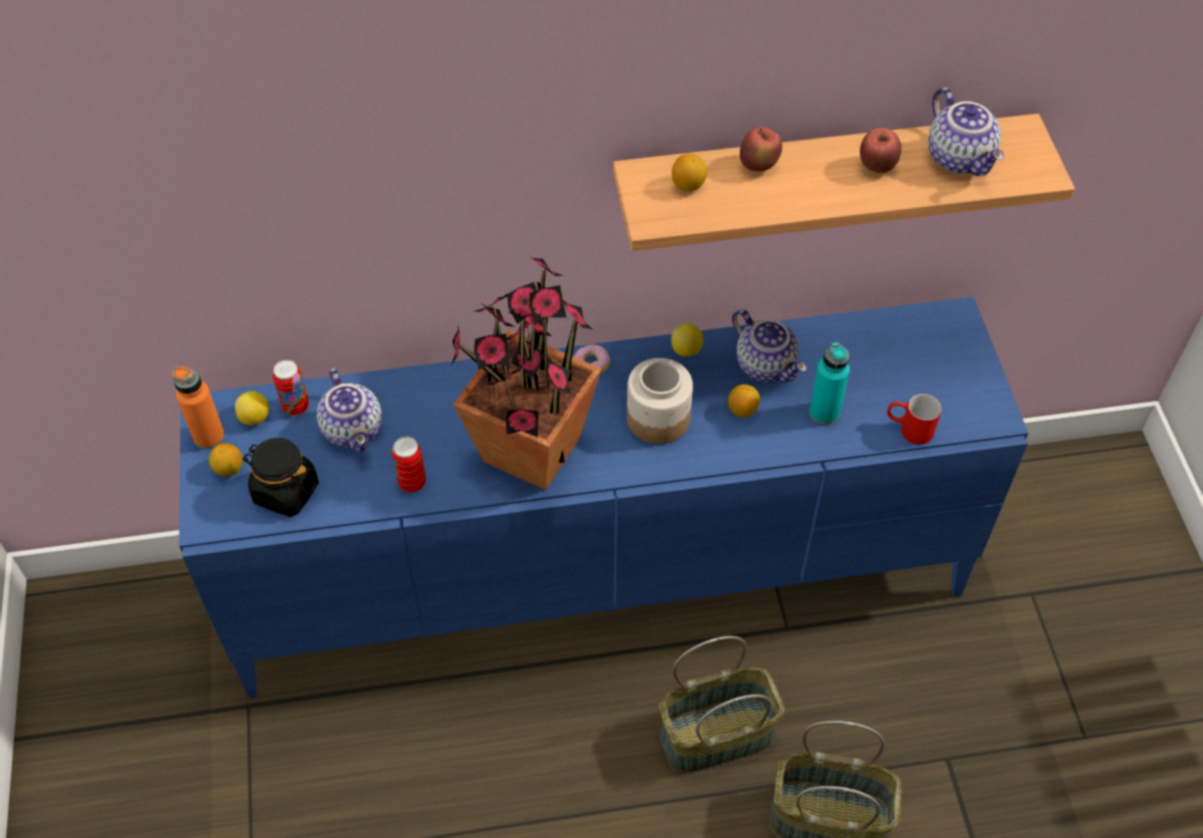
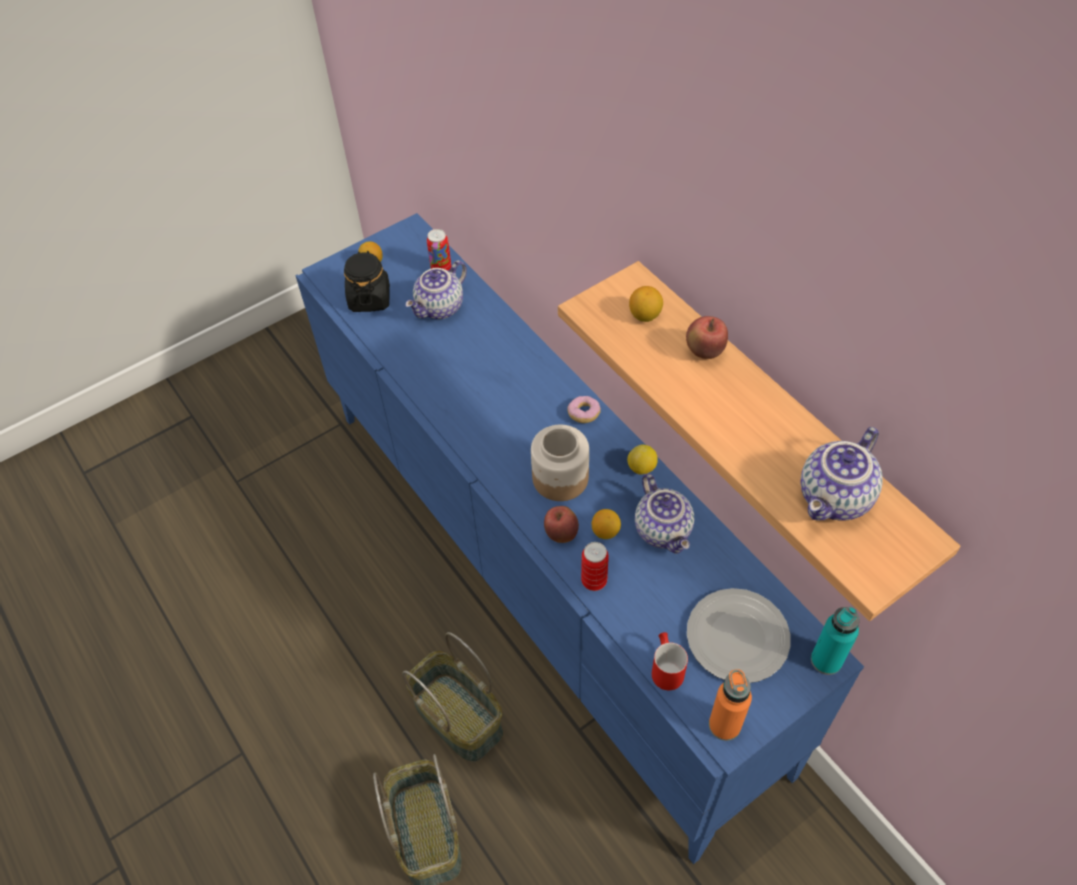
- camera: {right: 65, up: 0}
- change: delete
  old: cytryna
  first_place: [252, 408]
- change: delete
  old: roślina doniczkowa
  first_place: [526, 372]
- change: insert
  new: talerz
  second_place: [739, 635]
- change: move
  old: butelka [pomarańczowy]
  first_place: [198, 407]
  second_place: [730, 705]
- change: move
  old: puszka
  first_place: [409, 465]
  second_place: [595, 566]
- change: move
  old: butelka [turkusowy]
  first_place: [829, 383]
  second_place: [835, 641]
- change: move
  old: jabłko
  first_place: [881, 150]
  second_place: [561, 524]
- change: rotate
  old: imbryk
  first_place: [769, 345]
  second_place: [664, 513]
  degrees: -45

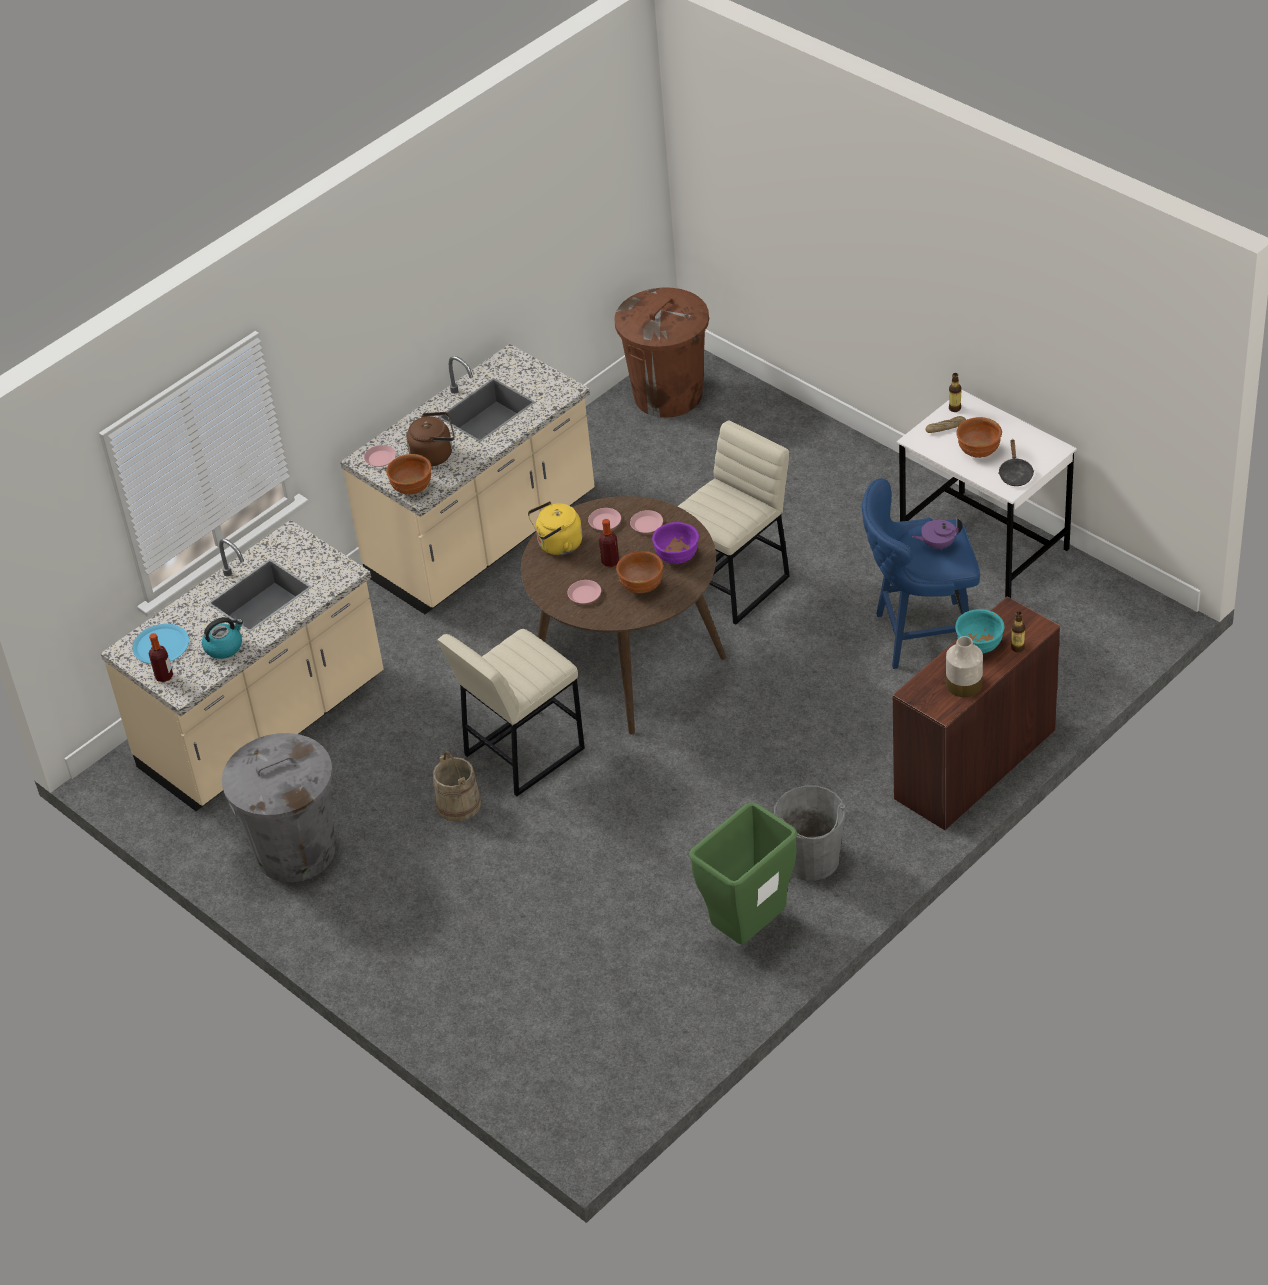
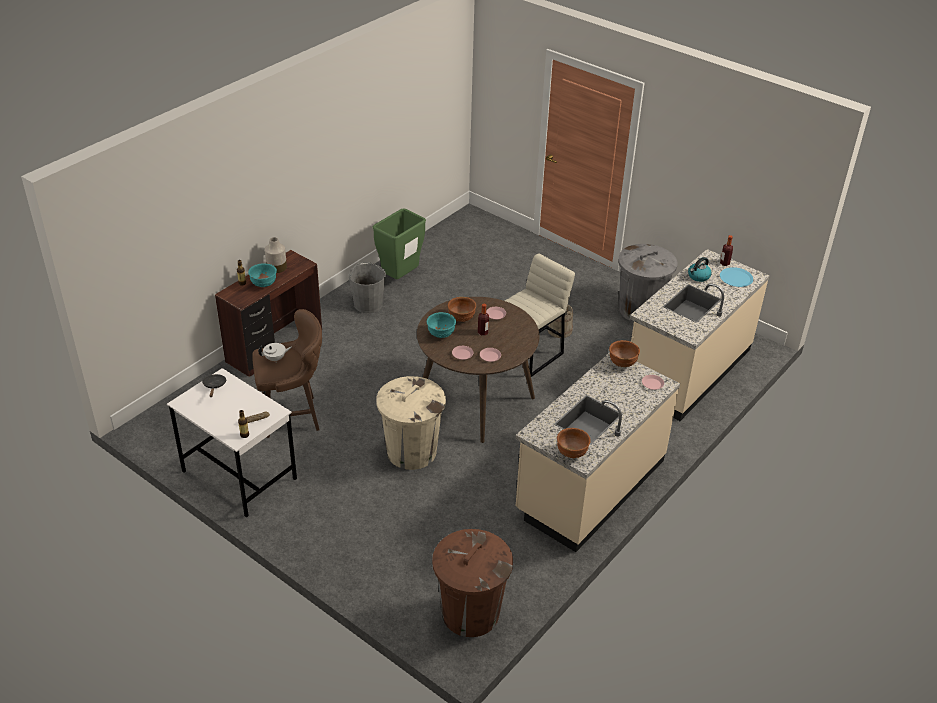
- camera: {right: 170, up: -5}
- change: delete
  old: czajnik [brązowy]
  first_place: [430, 439]
- change: delete
  old: czajnik [żółty]
  first_place: [554, 528]
- change: move
  old: miska [brązowy]
  first_place: [979, 437]
  second_place: [574, 443]
- change: replace
  old: krzesło [beżowy]
  new: kosz na śmieci [beżowy]
  first_place: [733, 522]
  second_place: [411, 423]
- change: recolor
  old: miska [fioletowy]
  new: miska [turkusowy]
  first_place: [675, 543]
  second_place: [441, 325]
- change: recolor
  old: stołek [niebieski]
  new: stołek [brązowy]
  first_place: [921, 573]
  second_place: [287, 373]
- change: recolor
  old: imbryk [fioletowy]
  new: imbryk [biały]
  first_place: [937, 534]
  second_place: [274, 352]

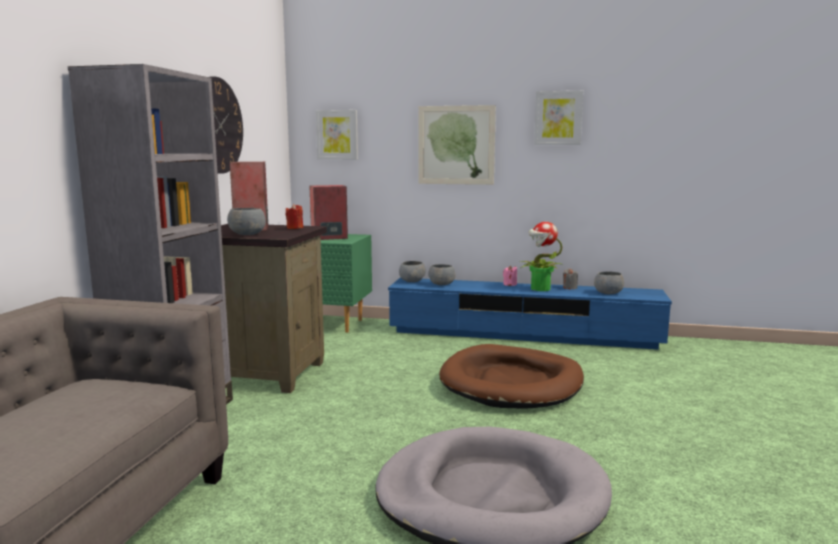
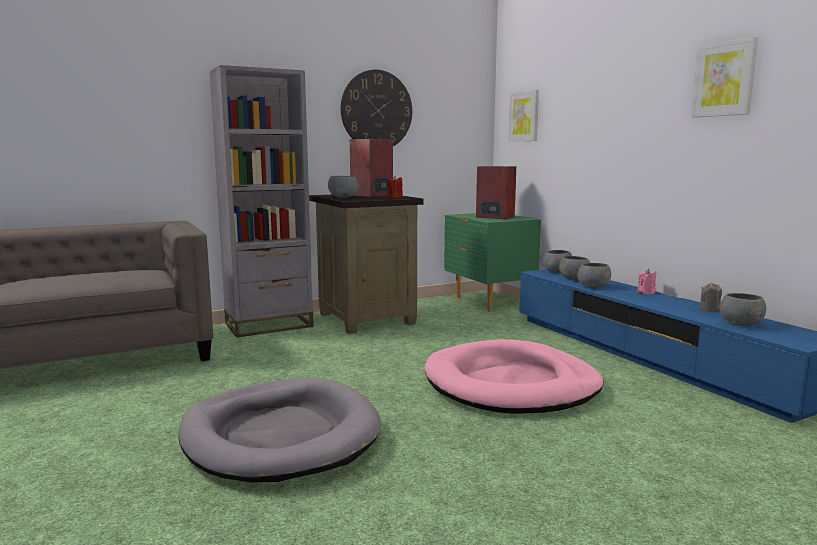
- camera: {right: 50, up: 0}
- change: delete
  old: obraz
  first_place: [457, 145]
- change: delete
  old: roślina doniczkowa
  first_place: [541, 256]
- change: insert
  new: miska [szary]
  second_place: [594, 275]
- change: recolor
  old: legowisko [brązowy]
  new: legowisko [różowy]
  first_place: [511, 376]
  second_place: [514, 376]

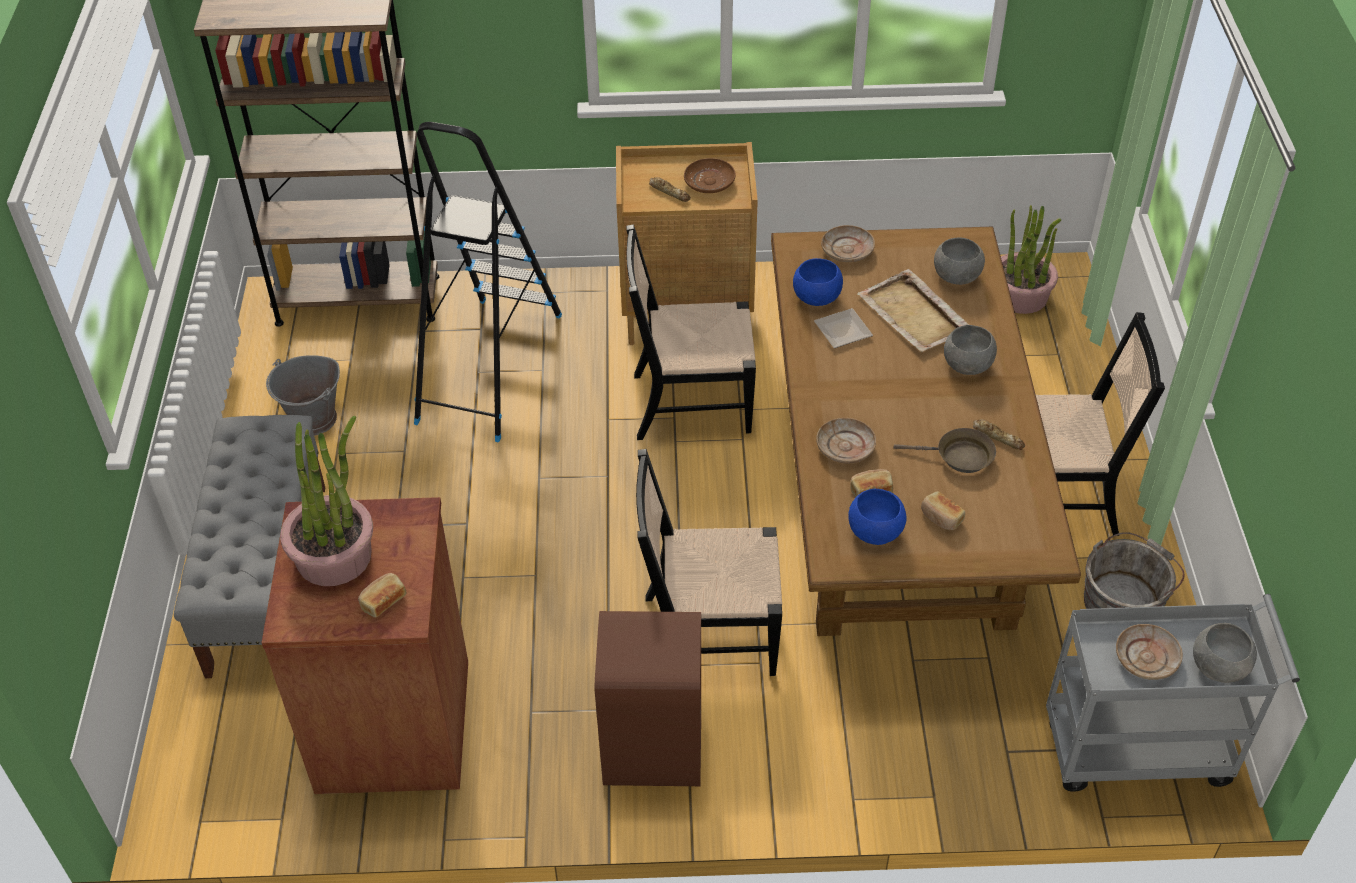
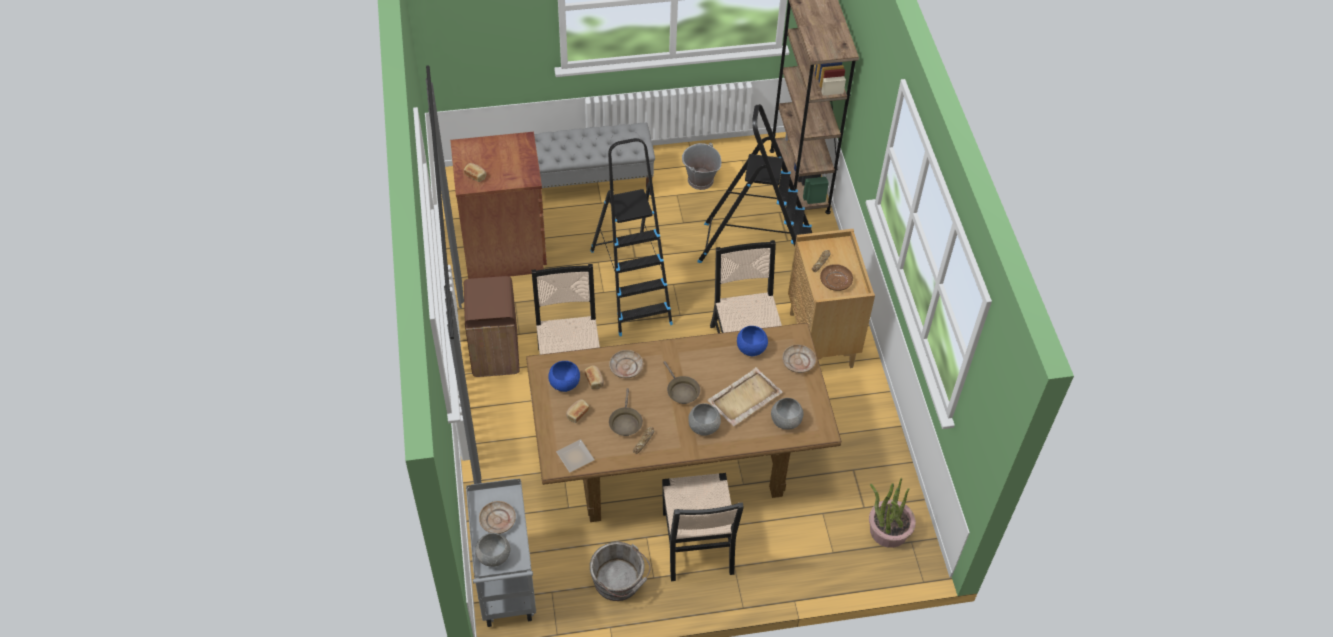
- camera: {right: 80, up: 5}
- change: delete
  old: roślina doniczkowa
  first_place: [326, 501]
- change: insert
  new: drabinka [czarny]
  second_place: [631, 237]
- change: insert
  new: patelnia [brązowy]
  second_place: [681, 382]
- change: move
  old: talerz
  first_place: [843, 328]
  second_place: [575, 455]

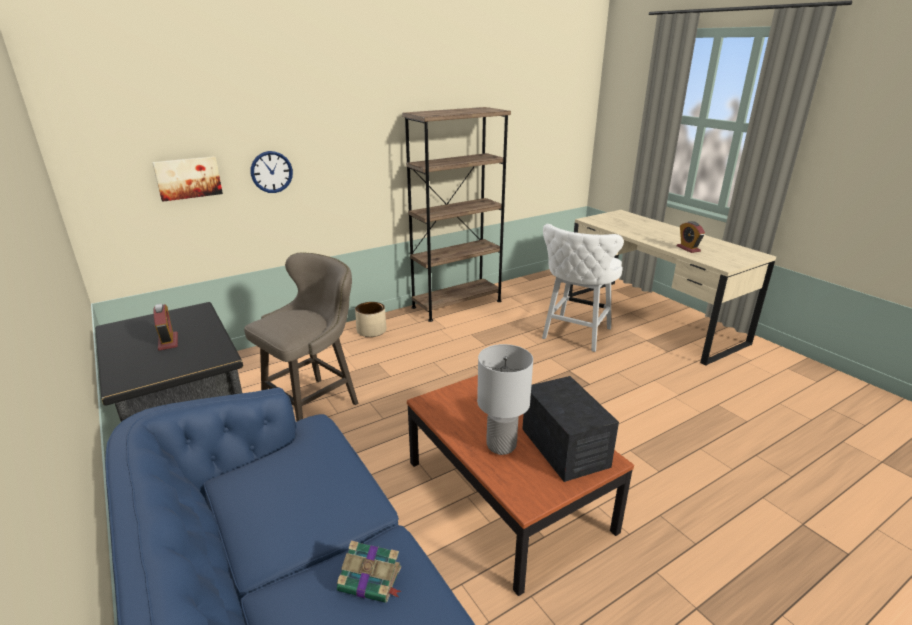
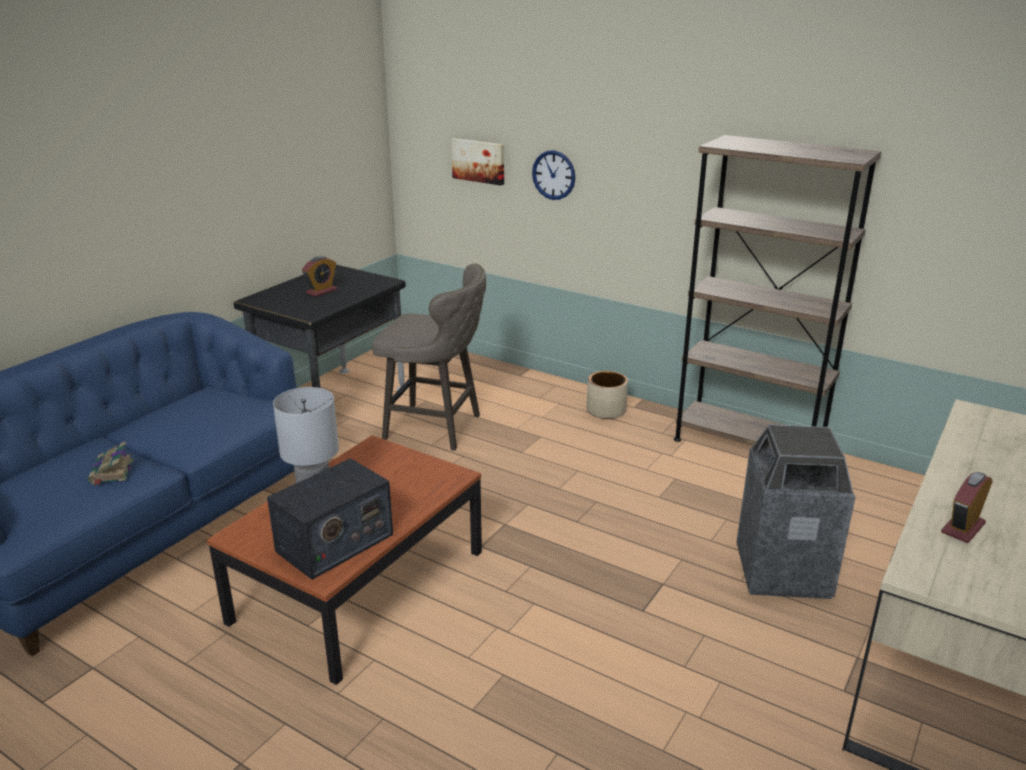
- camera: {right: 65, up: 0}
- change: replace
  old: stołek [biały]
  new: kosz na śmieci
  first_place: [583, 288]
  second_place: [796, 512]

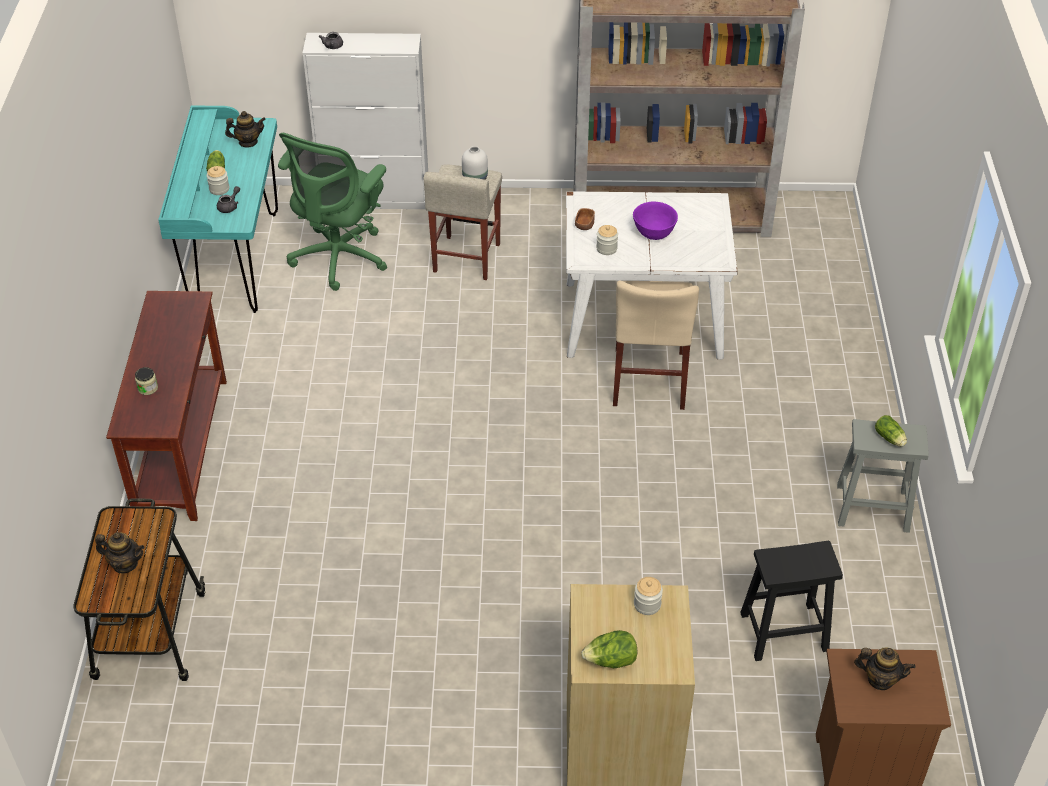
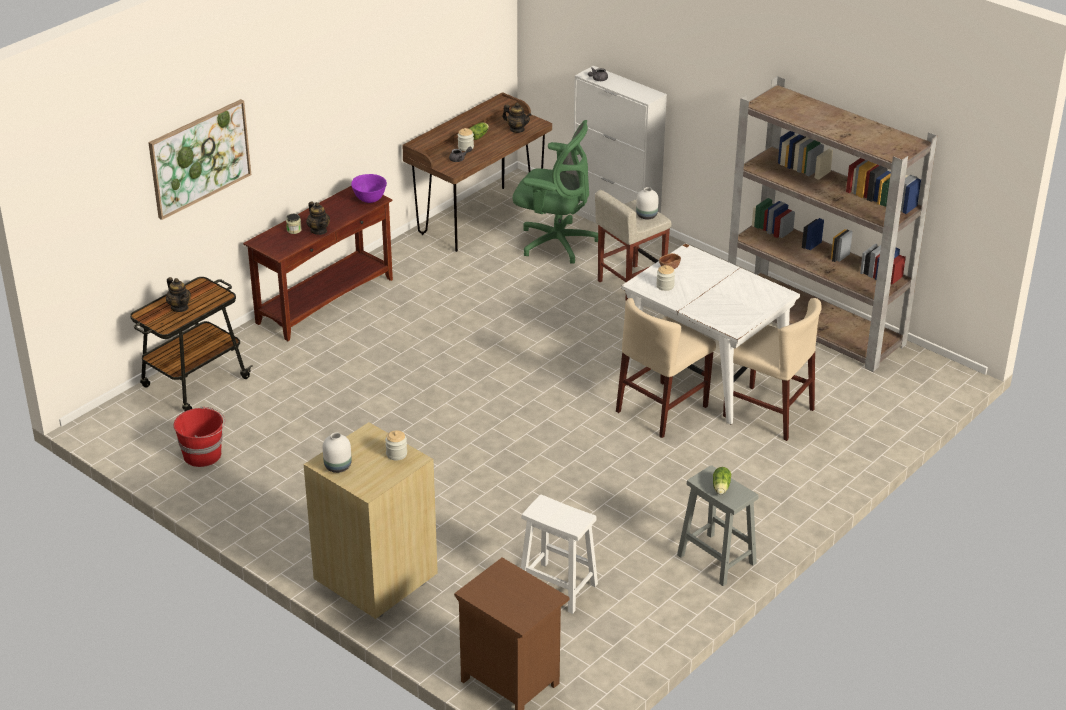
- camera: {right: 40, up: -10}
- change: insert
  new: obraz
  second_place: [199, 159]
- change: insert
  new: wiadro [czerwony]
  second_place: [199, 436]
- change: insert
  new: krzesło [beżowy]
  second_place: [772, 369]
- change: move
  old: miska [fioletowy]
  first_place: [655, 221]
  second_place: [369, 188]
- change: move
  old: imbryk
  first_place: [884, 668]
  second_place: [318, 218]
- change: replace
  old: sałata
  new: wazon [biały]
  first_place: [609, 649]
  second_place: [337, 452]
- change: recolor
  old: biurko [turkusowy]
  new: biurko [brązowy]
  first_place: [218, 209]
  second_place: [477, 172]
- change: recolor
  old: stołek [czarny]
  new: stołek [biały]
  first_place: [791, 601]
  second_place: [559, 554]
- change: rotate
  old: krzesło biurowe [zielony]
  first_place: [332, 212]
  second_place: [555, 192]
  degrees: -135

